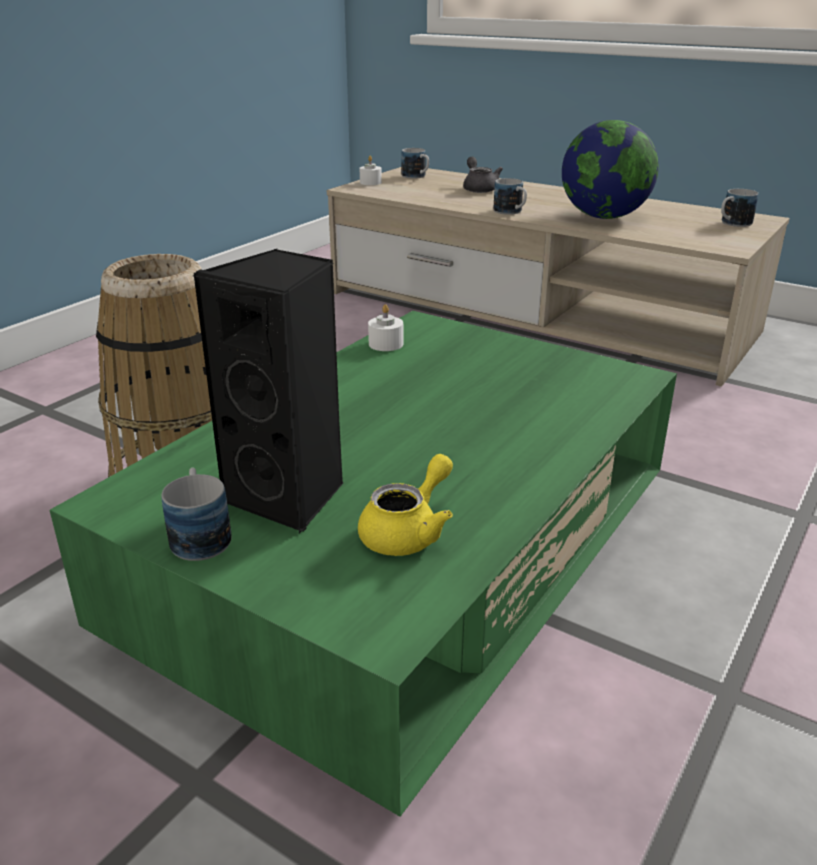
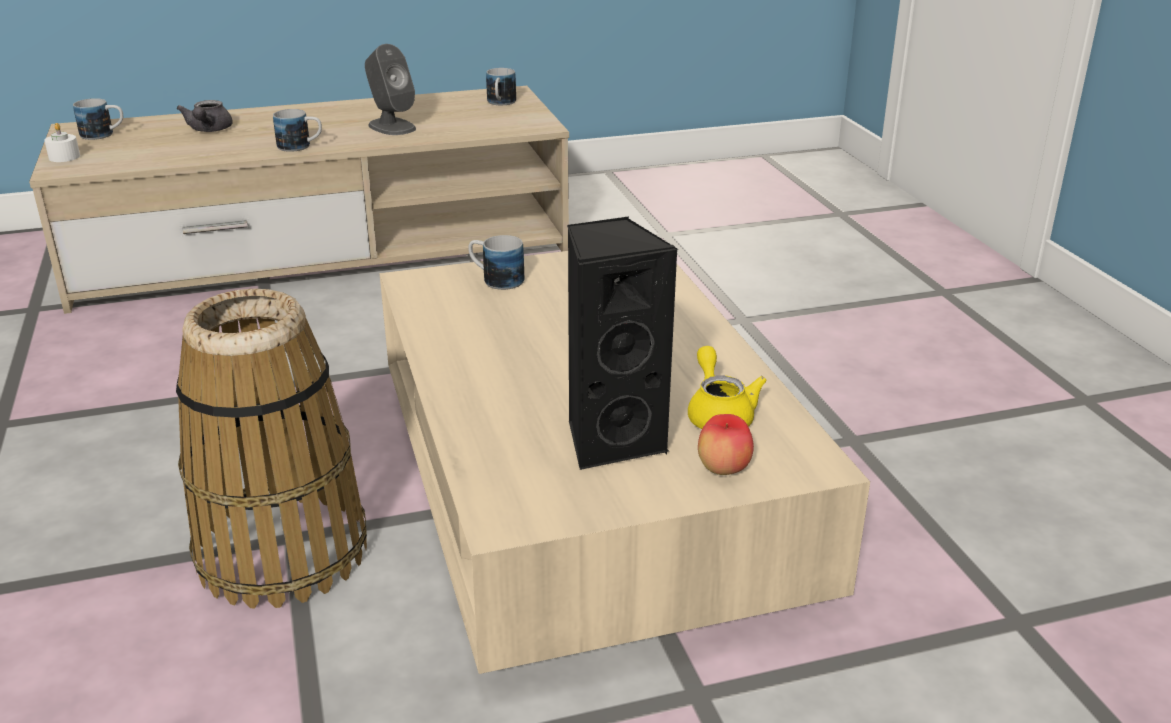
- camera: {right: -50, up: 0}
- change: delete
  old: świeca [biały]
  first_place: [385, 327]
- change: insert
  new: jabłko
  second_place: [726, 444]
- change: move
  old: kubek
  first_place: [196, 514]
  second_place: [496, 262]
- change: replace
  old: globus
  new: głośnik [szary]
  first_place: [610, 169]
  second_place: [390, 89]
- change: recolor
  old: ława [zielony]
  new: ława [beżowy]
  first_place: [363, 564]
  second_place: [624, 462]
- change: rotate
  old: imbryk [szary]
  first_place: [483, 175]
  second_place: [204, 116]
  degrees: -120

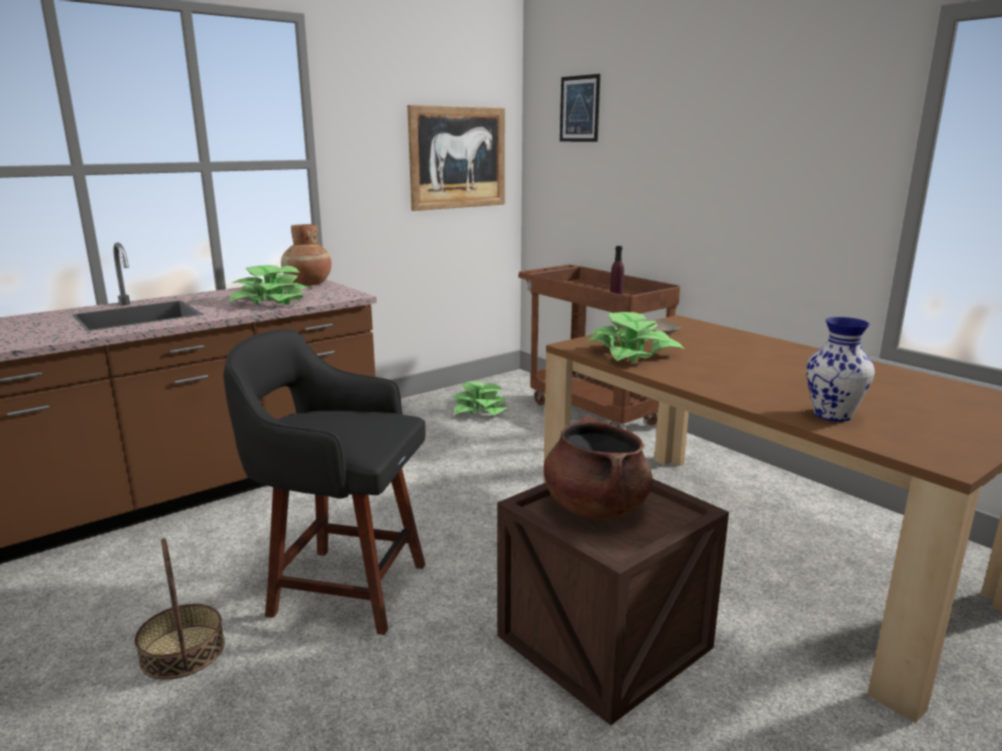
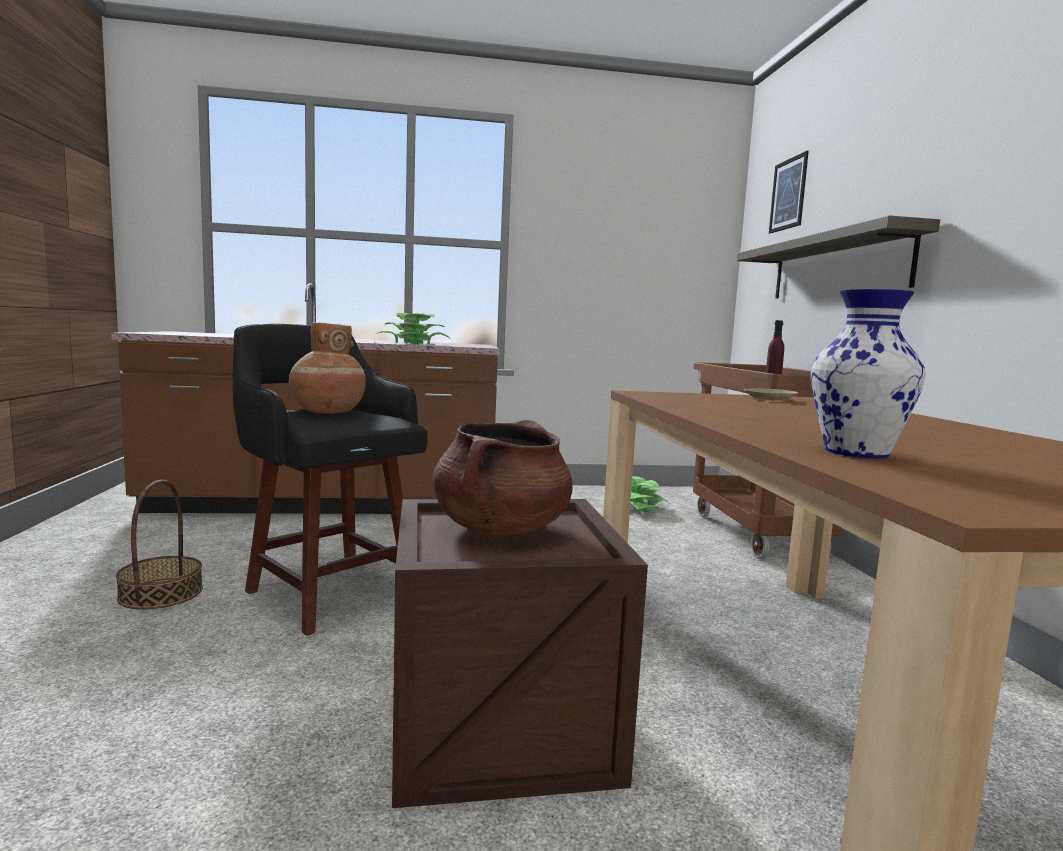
- camera: {right: 30, up: -10}
- change: delete
  old: obraz
  first_place: [456, 158]
- change: delete
  old: roślina doniczkowa
  first_place: [636, 337]
- change: insert
  new: półka
  second_place: [838, 257]
- change: move
  old: wazon [brązowy]
  first_place: [306, 255]
  second_place: [327, 368]

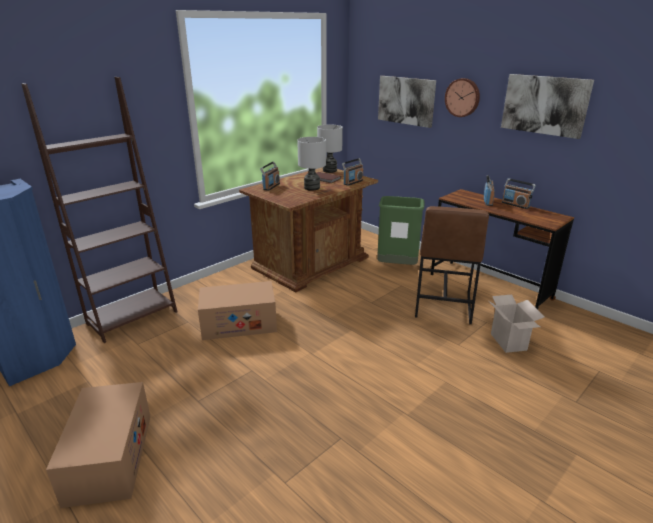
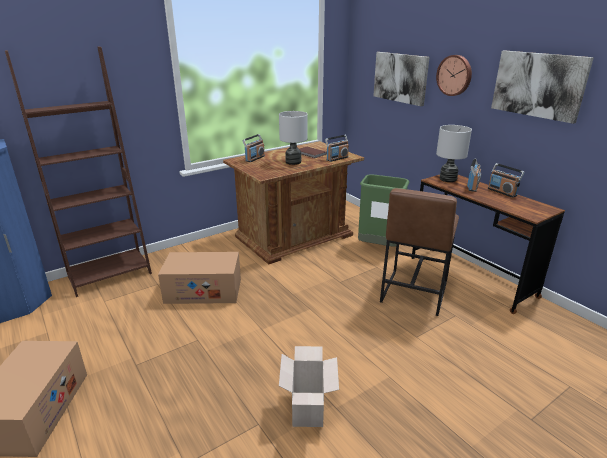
- camera: {right: 10, up: 0}
- change: move
  old: lampa stołowa [szary]
  first_place: [330, 149]
  second_place: [454, 153]
- change: move
  old: karton
  first_place: [517, 324]
  second_place: [309, 386]

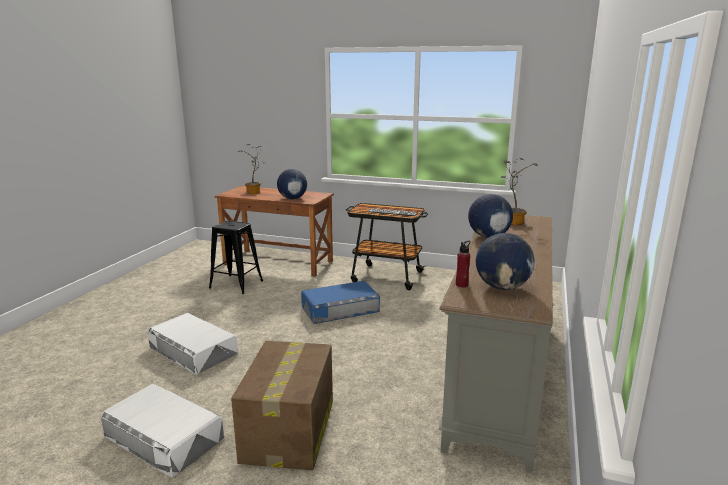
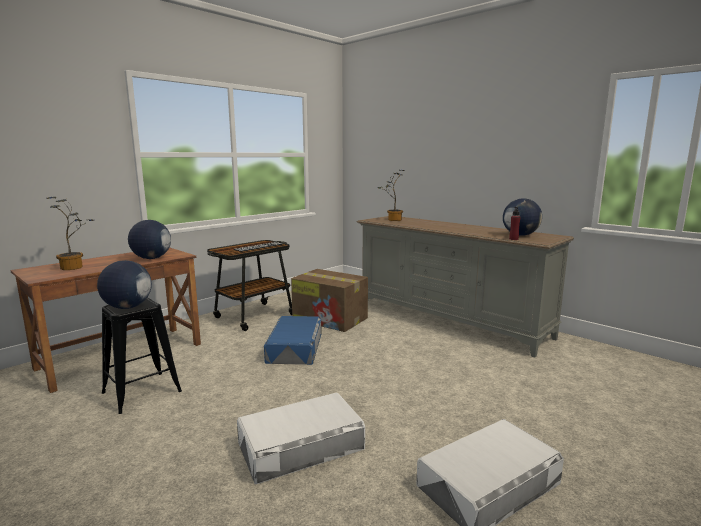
- camera: {right: -65, up: -5}
- change: move
  old: karton
  first_place: [282, 405]
  second_place: [329, 300]
- change: move
  old: globus
  first_place: [490, 216]
  second_place: [124, 284]

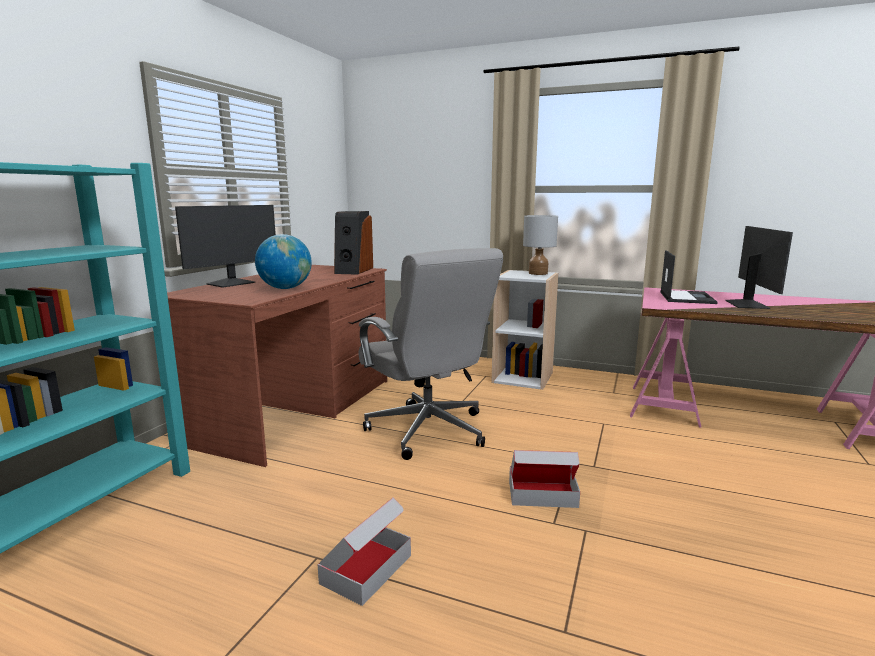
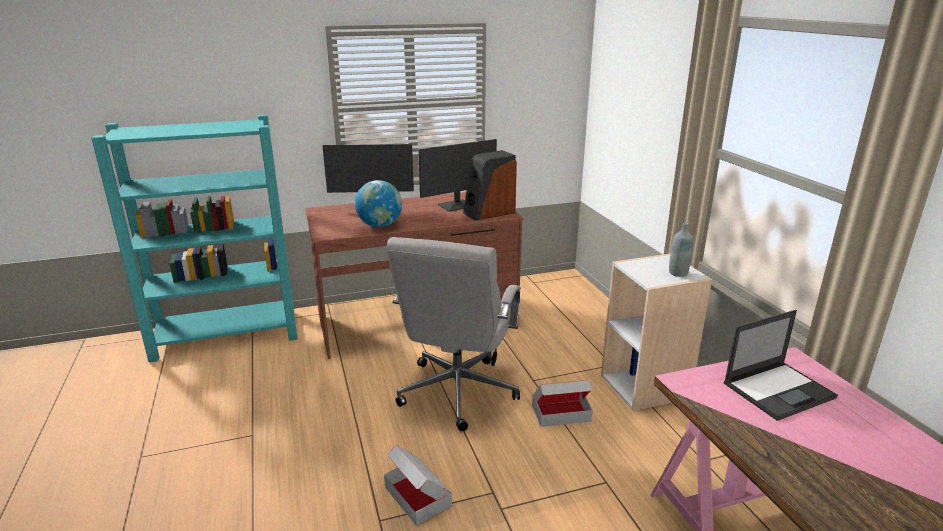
- camera: {right: 50, up: 10}
- change: move
  old: karton
  first_place: [364, 551]
  second_place: [562, 403]
- change: move
  old: monitor
  first_place: [759, 267]
  second_place: [457, 175]
- change: replace
  old: lampa stołowa [szary]
  new: butelka [szary]
  first_place: [540, 245]
  second_place: [681, 250]

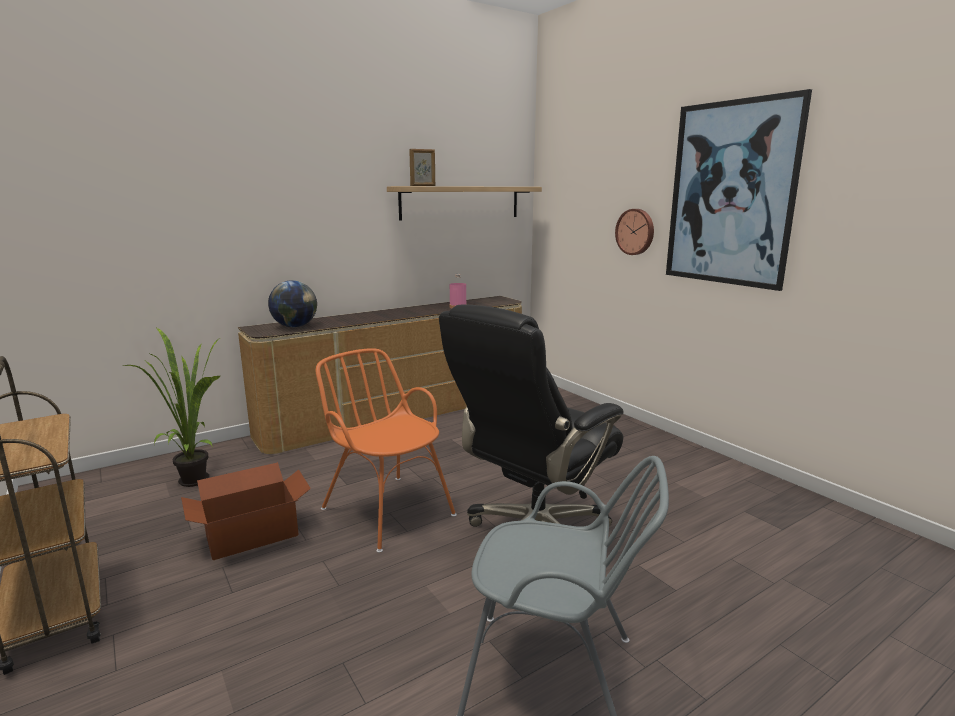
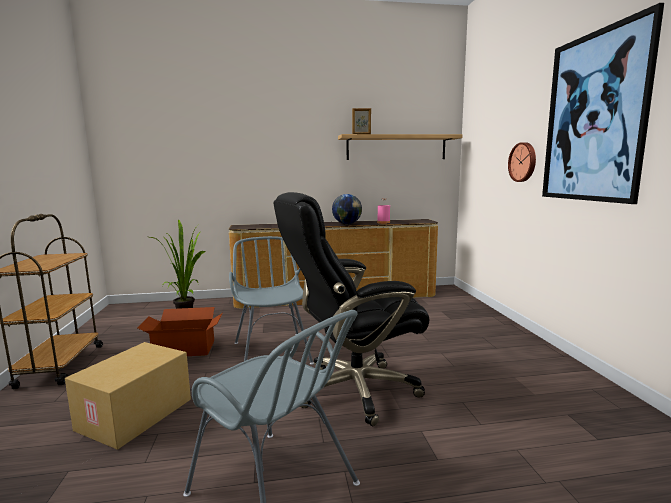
- camera: {right: 25, up: -5}
- change: insert
  new: karton
  second_place: [128, 396]
- change: move
  old: globus
  first_place: [292, 303]
  second_place: [347, 209]
- change: recolor
  old: krzesło [pomarańczowy]
  new: krzesło [szary]
  first_place: [386, 450]
  second_place: [271, 300]

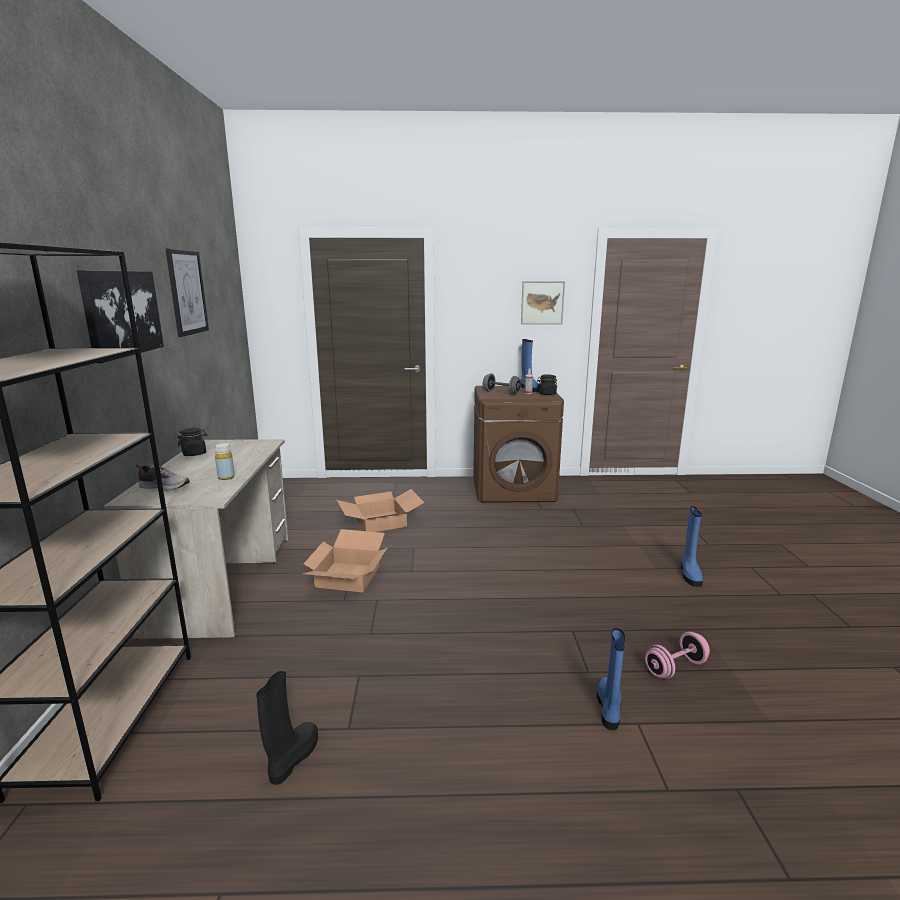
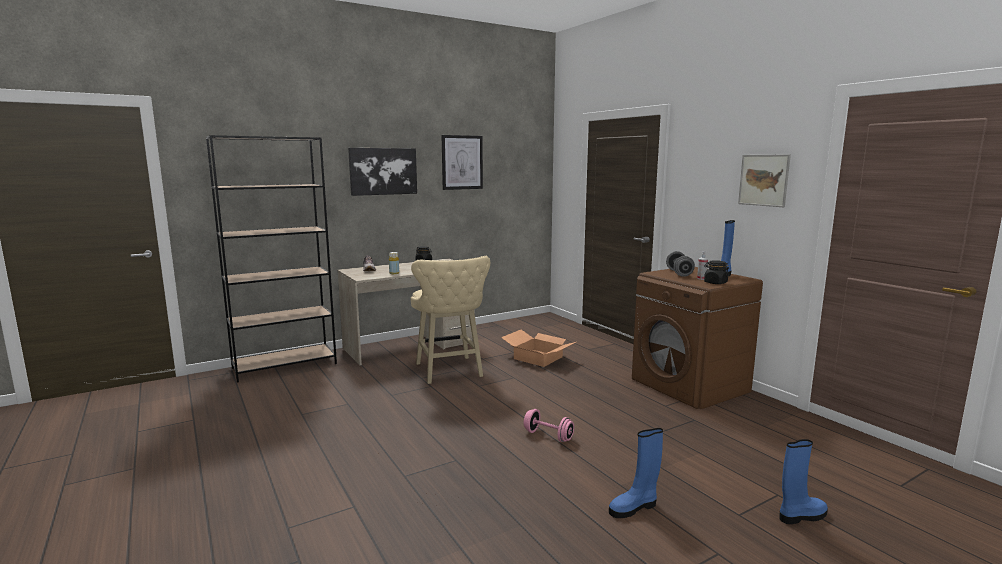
- camera: {right: 60, up: -5}
- change: delete
  old: but z cholewką [czarny]
  first_place: [287, 728]
- change: move
  old: but z cholewką [niebieski]
  first_place: [611, 679]
  second_place: [803, 481]
- change: move
  old: hantel [różowy]
  first_place: [677, 655]
  second_place: [549, 425]
- change: replace
  old: karton
  new: stołek [beżowy]
  first_place: [345, 560]
  second_place: [450, 320]

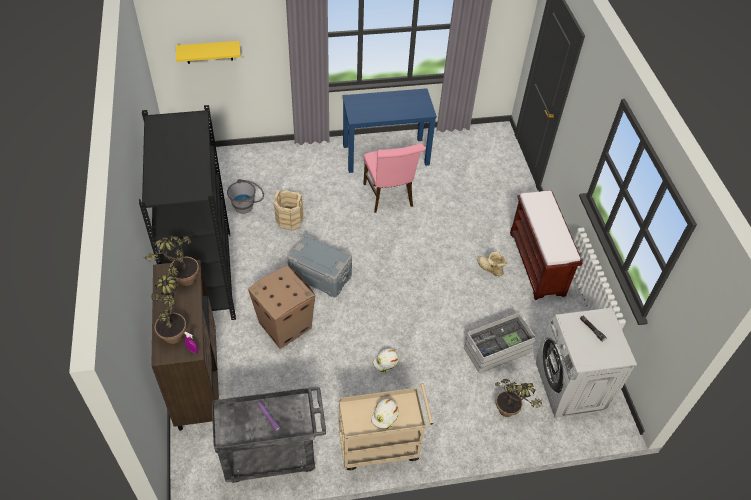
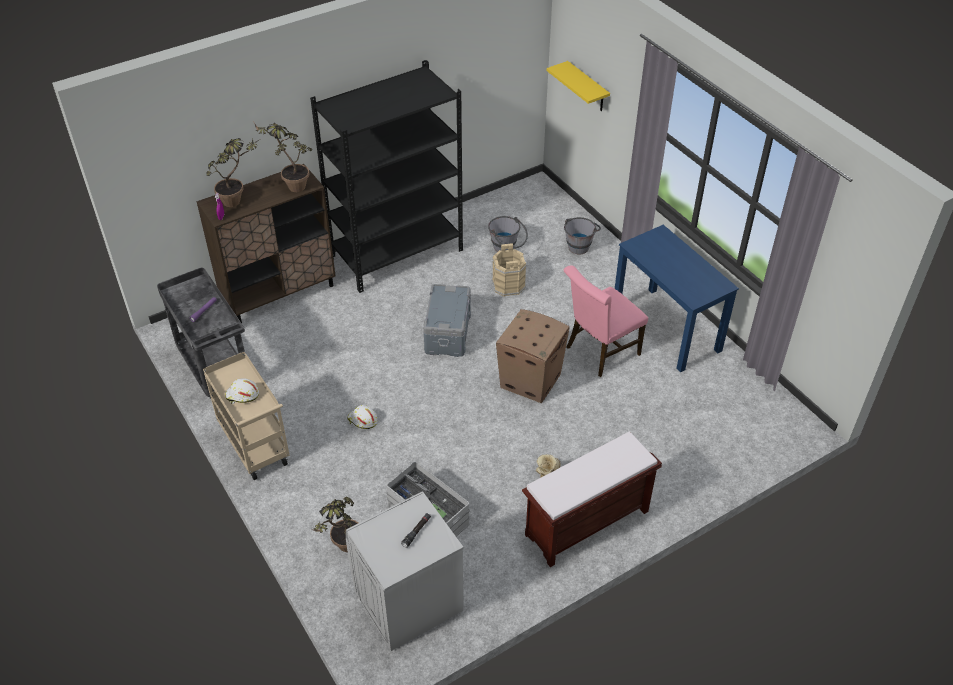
- camera: {right: 70, up: -5}
- change: insert
  new: wiadro [szary]
  second_place: [582, 235]
- change: move
  old: karton
  first_place: [281, 307]
  second_place: [533, 356]

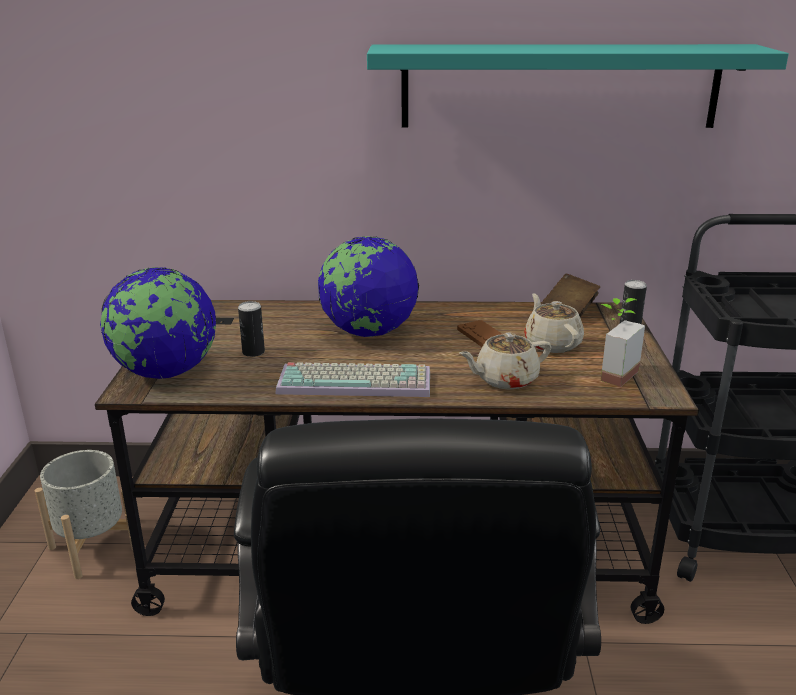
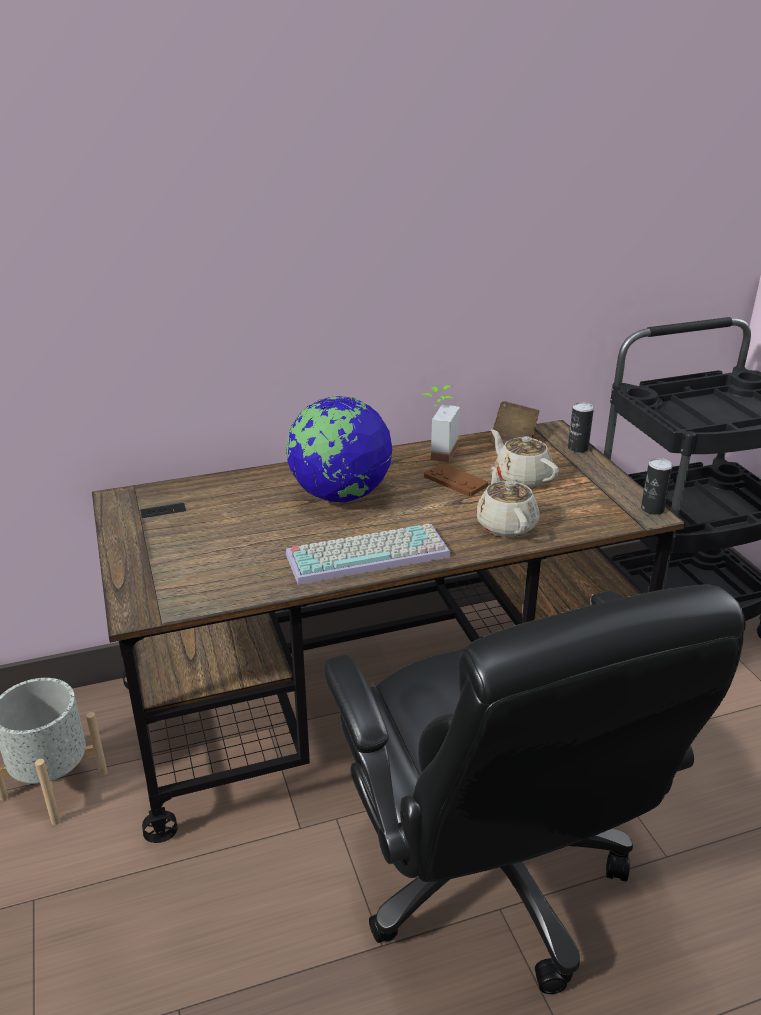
- camera: {right: -20, up: 5}
- change: delete
  old: globus
  first_place: [158, 323]
- change: delete
  old: półka [turkusowy]
  first_place: [578, 86]
- change: move
  old: puszka
  first_place: [251, 329]
  second_place: [657, 486]
- change: move
  old: roślina doniczkowa
  first_place: [623, 342]
  second_place: [442, 424]
- change: rotate
  old: imbryk [beżowy]
  first_place: [505, 361]
  second_place: [508, 502]
  degrees: 120

